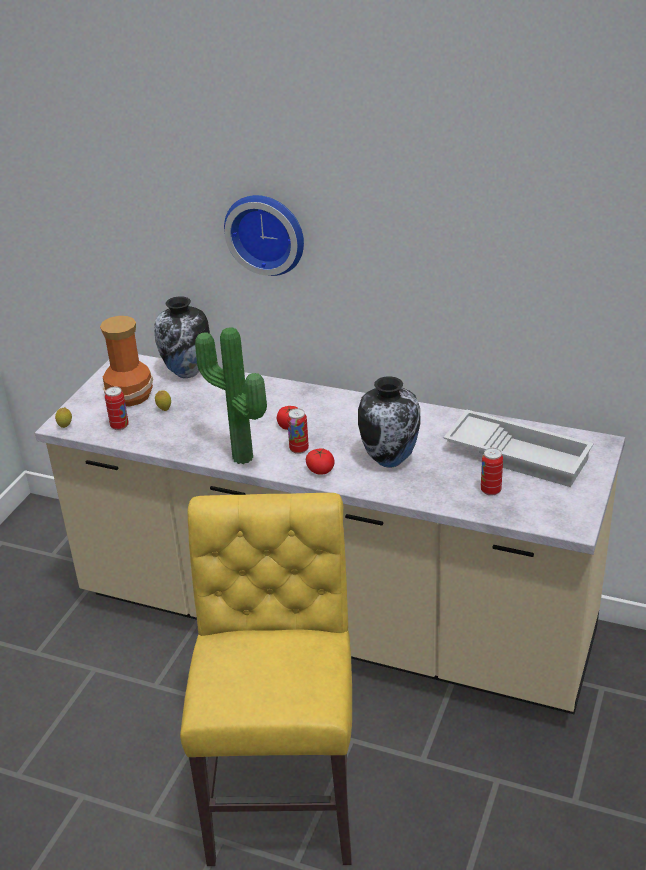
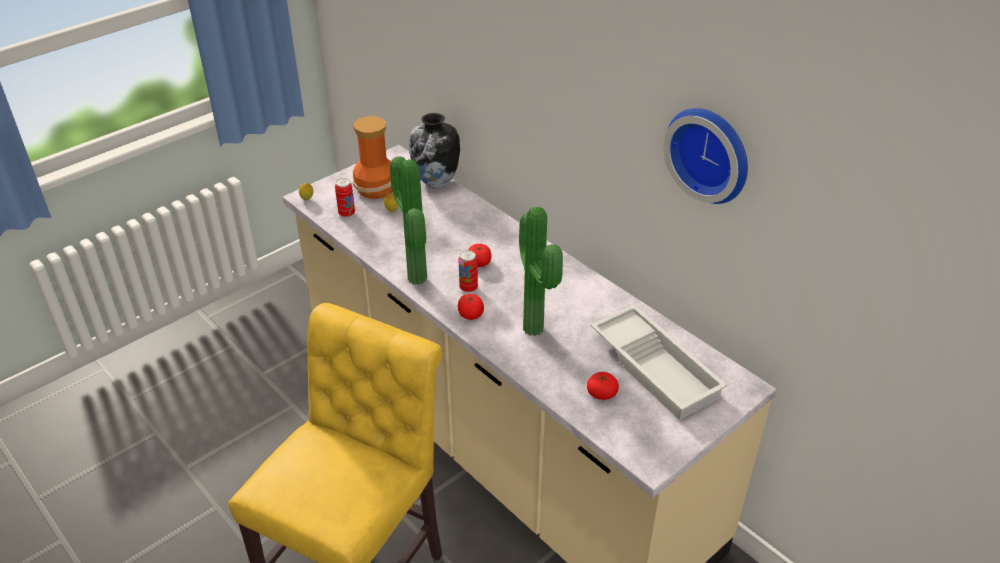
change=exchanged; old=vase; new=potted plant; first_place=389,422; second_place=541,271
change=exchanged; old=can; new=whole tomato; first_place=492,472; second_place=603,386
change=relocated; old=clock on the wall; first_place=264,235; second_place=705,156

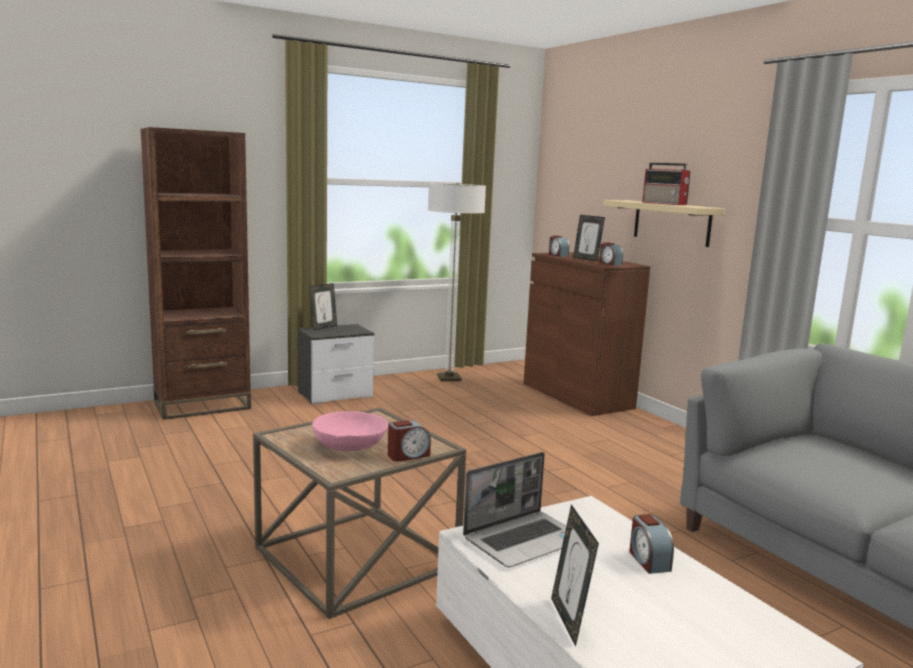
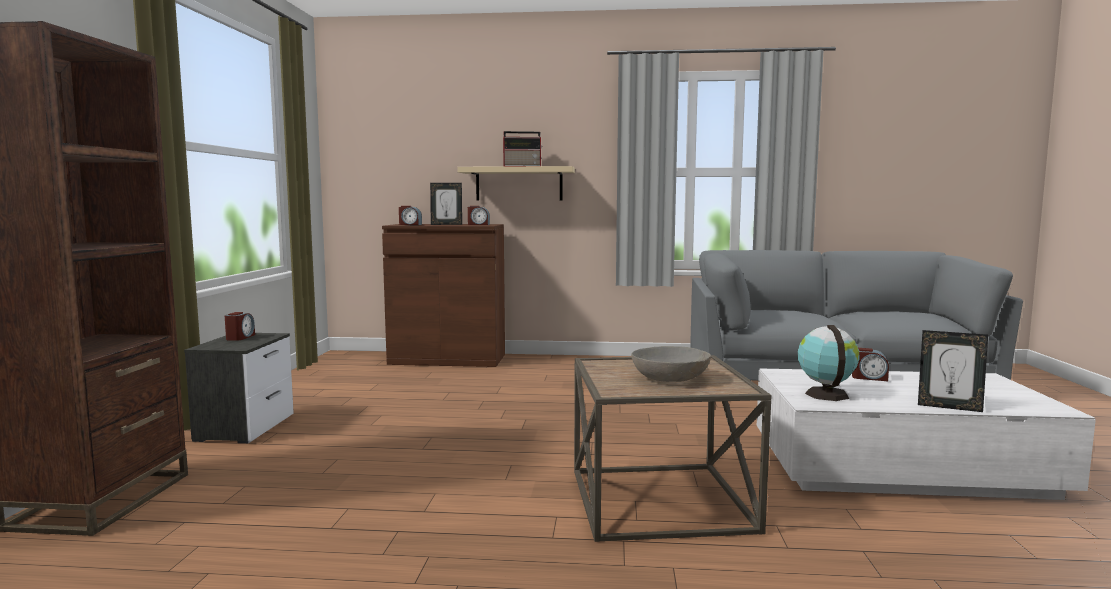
change=relocated; old=alarm clock; first_place=409,441; second_place=240,326
change=colour; old=bowl in pink-coloured; new=bowl in gray; first_place=350,431; second_place=671,364
change=exchanged; old=laptop; new=world globe; first_place=514,510; second_place=828,363
change=missing; old=picture frame; first_place=323,307
change=missing; old=standing lamp; first_place=457,282

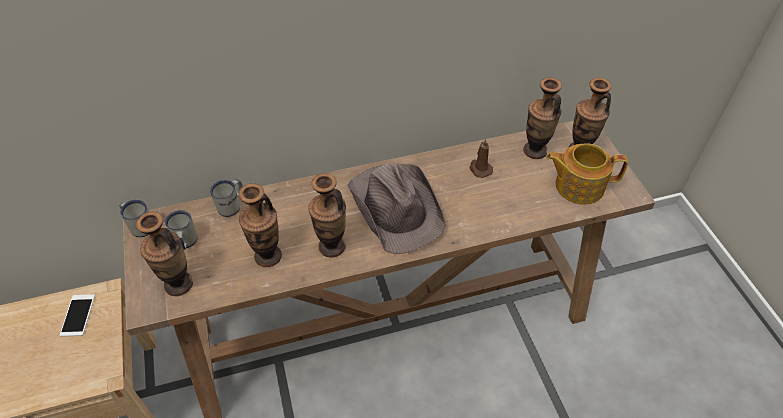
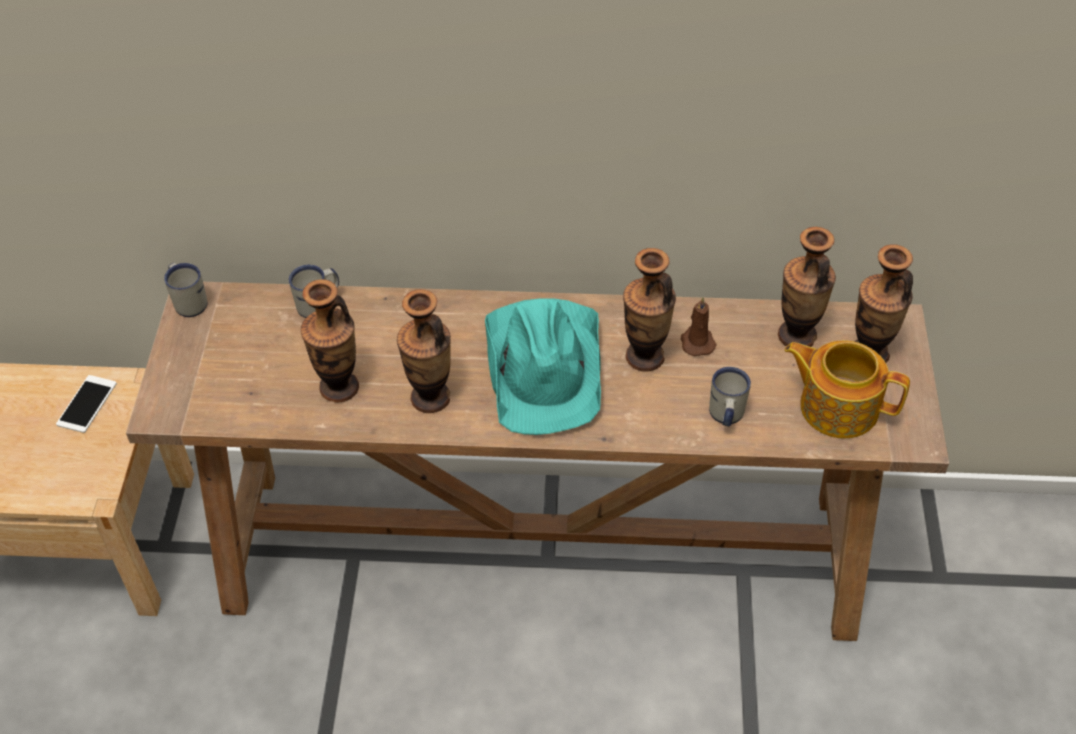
change=colour; old=hat in brownish; new=hat in turquoise-coloured; first_place=397,208; second_place=543,366
change=relocated; old=vase; first_place=164,254; second_place=649,310
change=relocated; old=mug in whitish; first_place=181,230; second_place=730,396

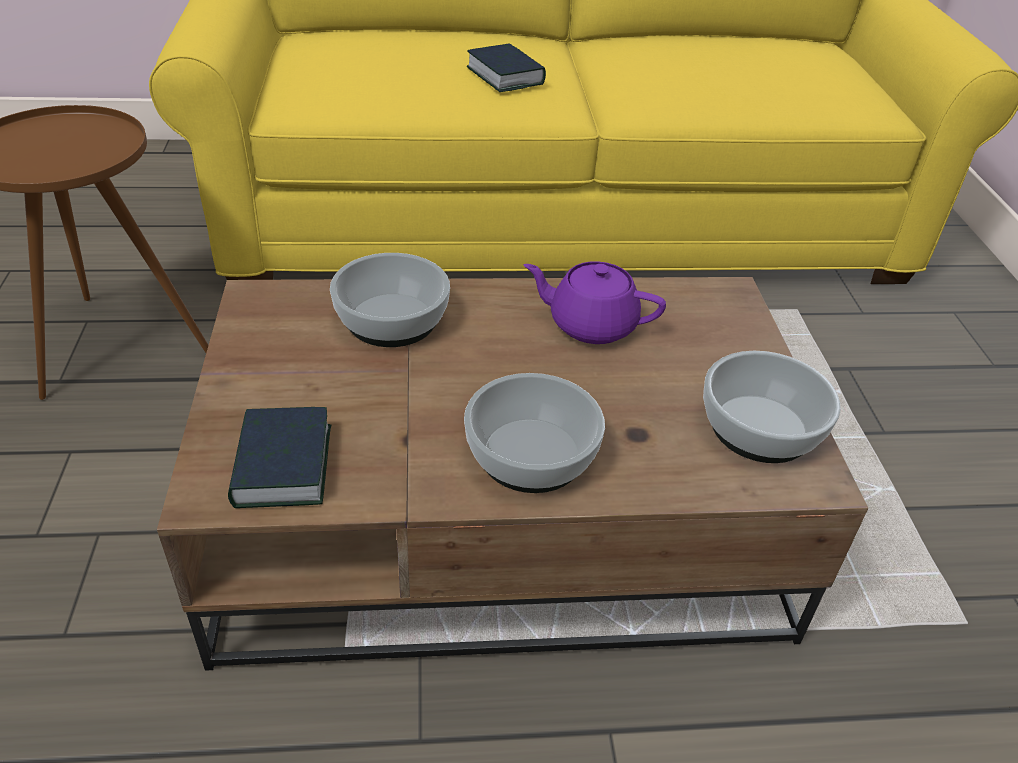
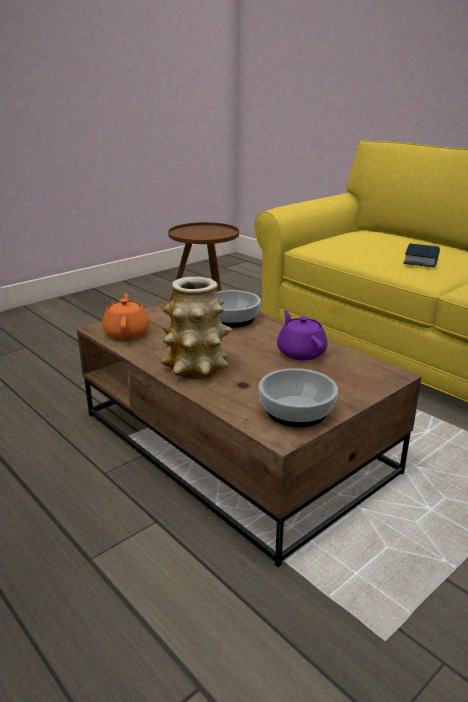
change=exchanged; old=volume; new=tea pot in orange-coloured; first_place=279,457; second_place=125,316
change=exchanged; old=bowl; new=vase; first_place=534,433; second_place=196,328

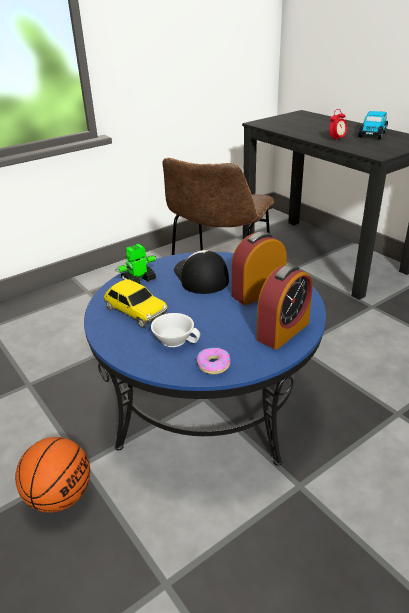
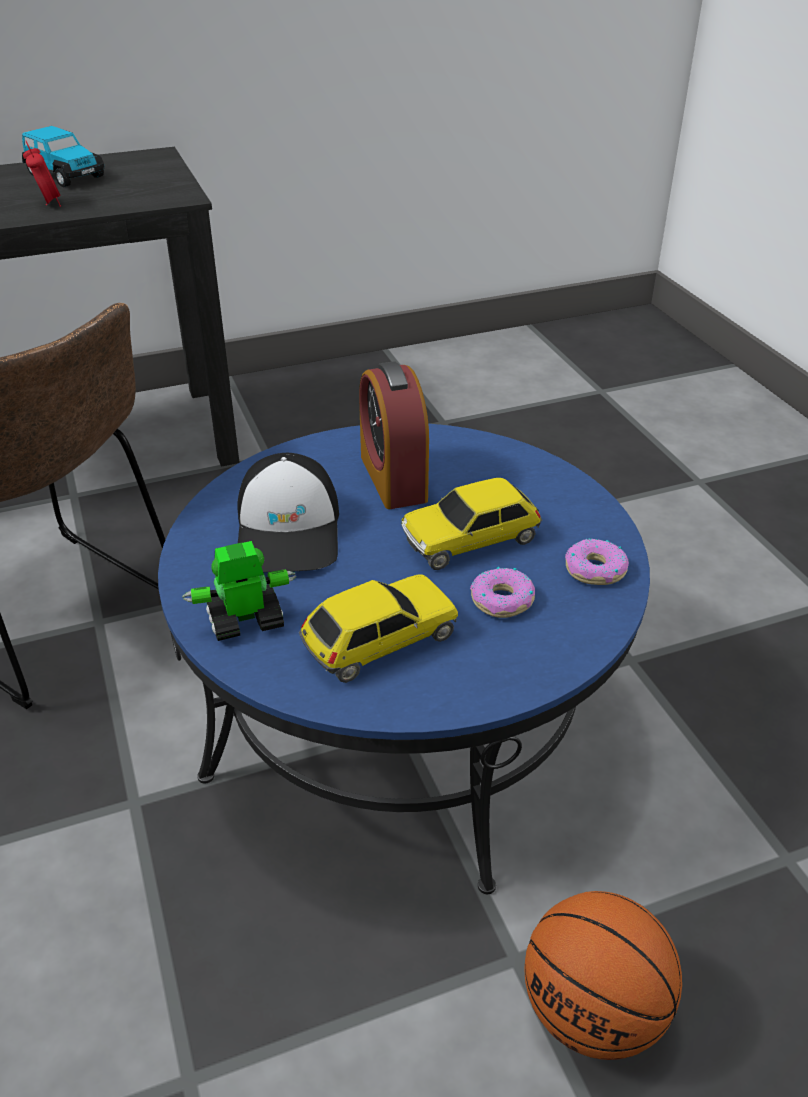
change=spun; old=robot figure; first_place=136,264; second_place=239,591; degrees=90
change=spun; old=cap; first_place=201,272; second_place=288,512; degrees=-90
change=appeared; new=miniature car; second_place=472,524
change=exchanged; old=drinking cup in whitish; new=doughnut; first_place=175,330; second_place=502,592
change=missing; old=alarm clock; first_place=284,307

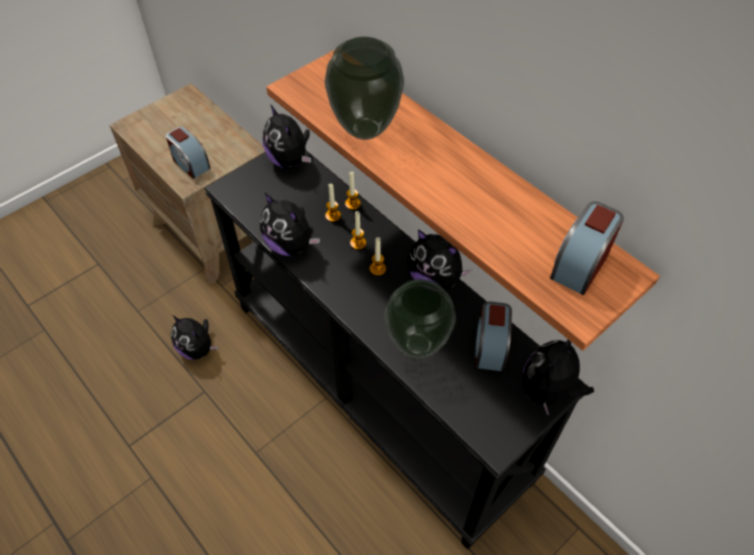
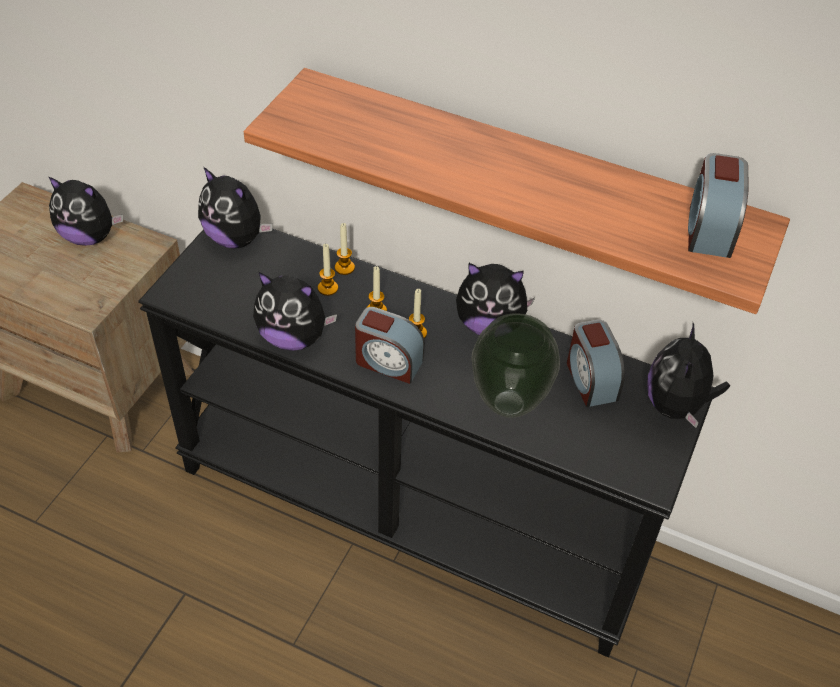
change=relocated; old=plush toy; first_place=195,337; second_place=85,211
change=relocated; old=alarm clock; first_place=188,152; second_place=389,345
change=missing; old=vase; first_place=364,88

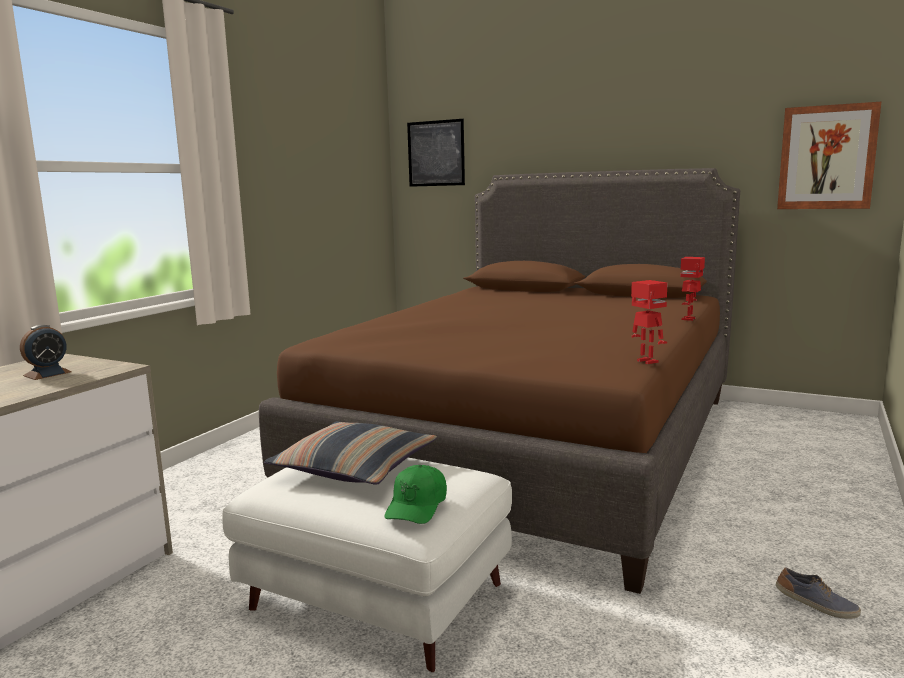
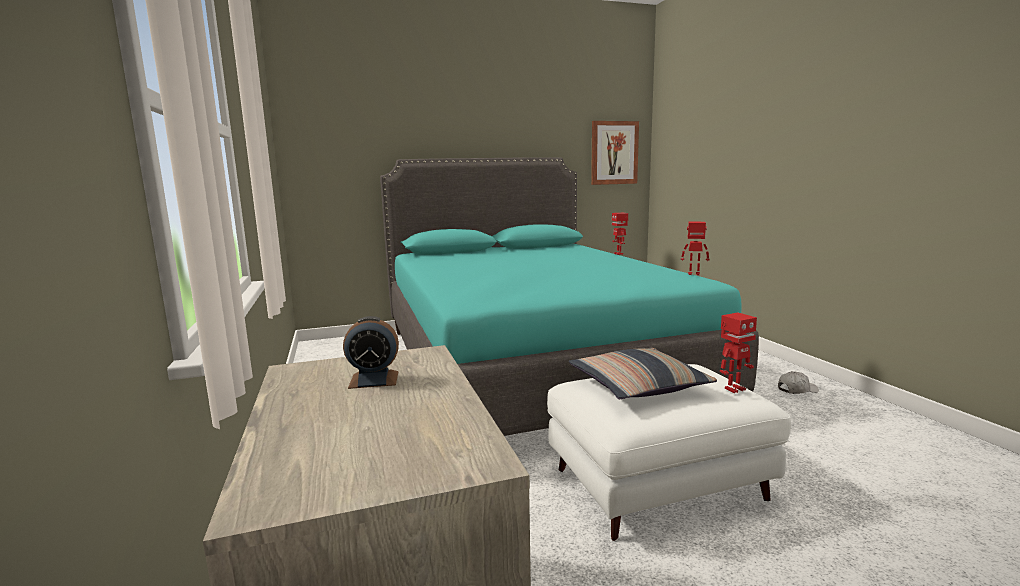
change=spun; old=alarm clock; first_place=46,352; second_place=371,352; degrees=90
change=colour; old=bedroom bed in brownish; new=bedroom bed in turquoise-coloured; first_place=499,381; second_place=569,296
change=exchanged; old=cap in greenish; new=robot figure; first_place=415,494; second_place=738,353
change=exchanged; old=low shoe; new=cap in whitish; first_place=818,593; second_place=798,382
change=missing; old=wall picture; first_place=436,153

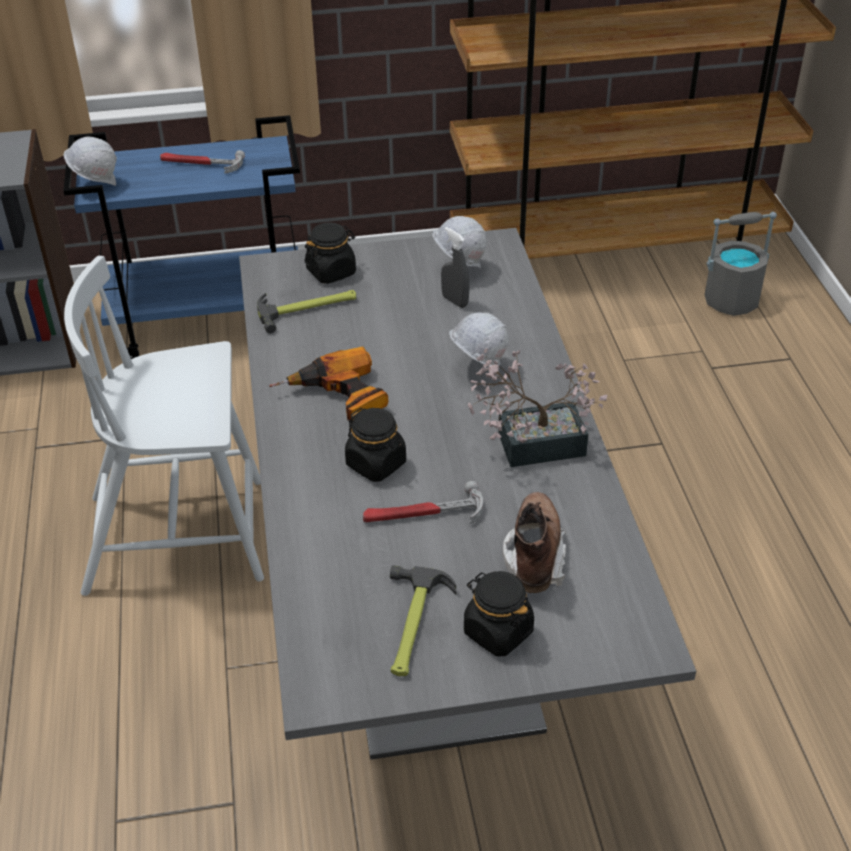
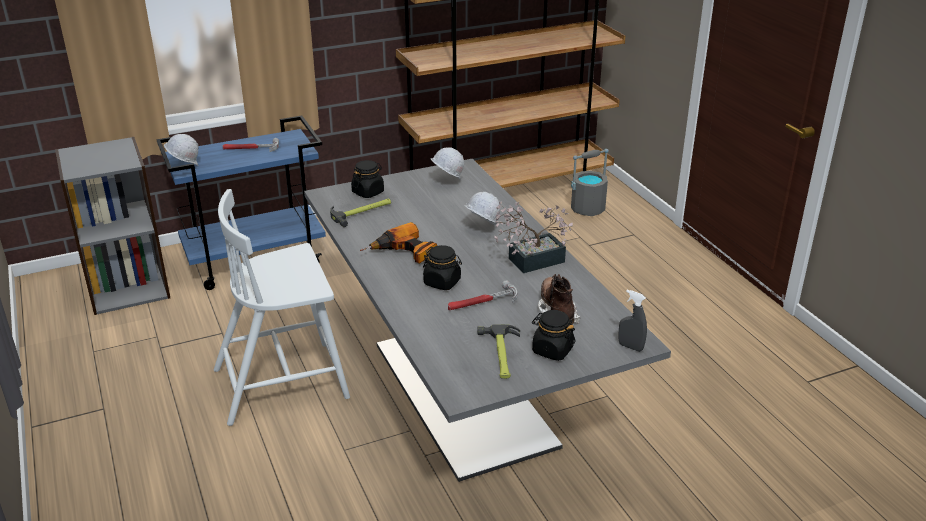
change=relocated; old=hand sprayer in gray; first_place=455,267; second_place=632,321

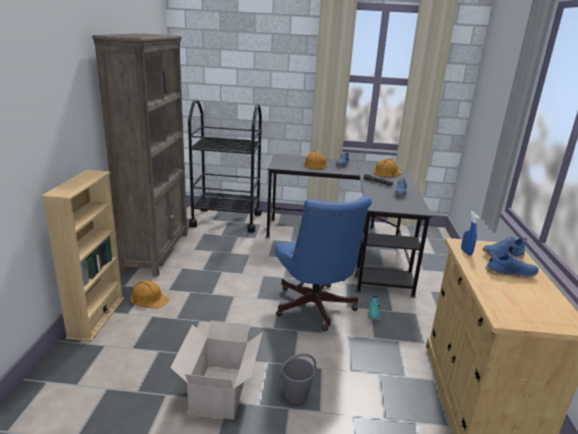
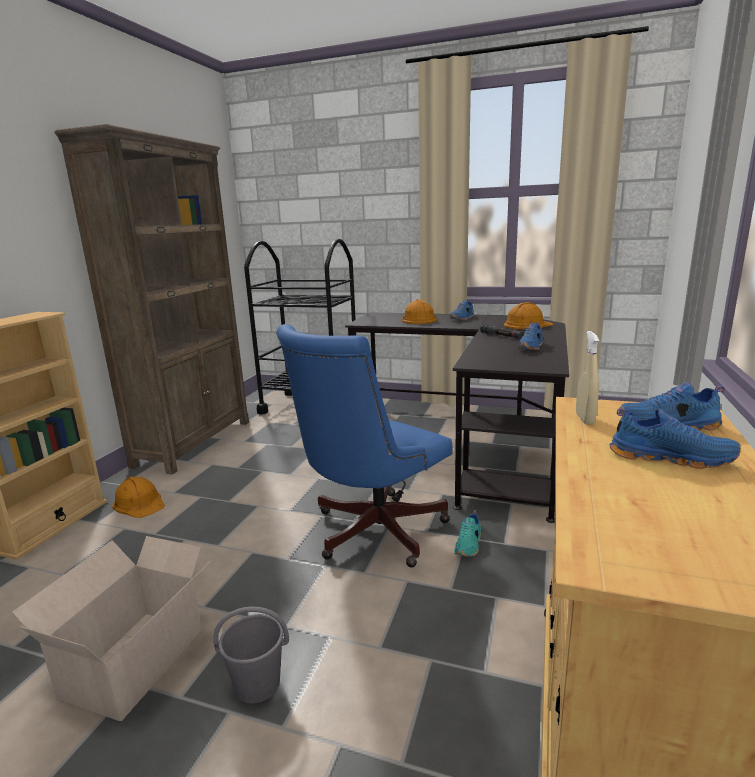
change=spun; old=computer chair in bluish; first_place=323,263; second_place=364,446; degrees=45
change=colour; old=hand sprayer in bluish; new=hand sprayer in beige-coloured; first_place=470,233; second_place=587,378

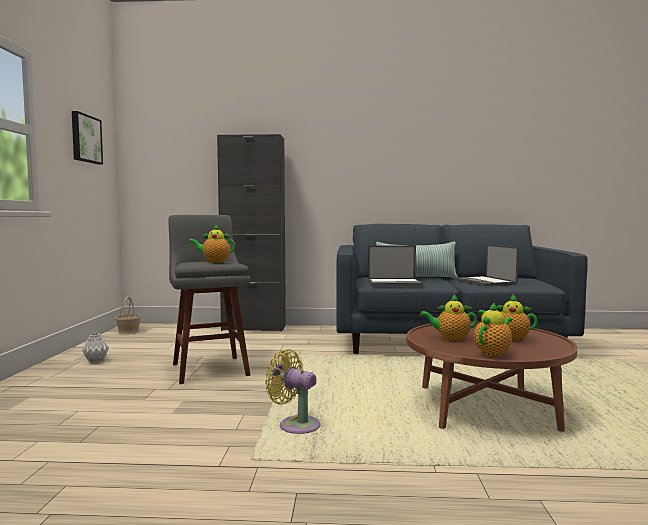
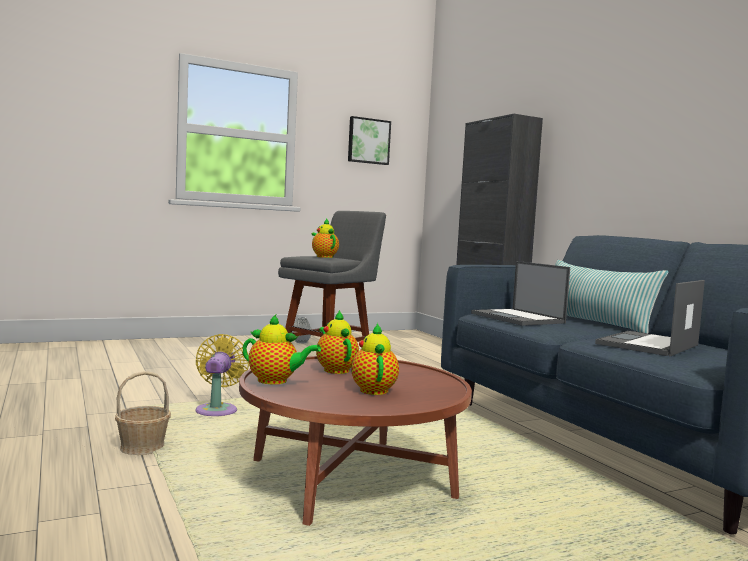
change=relocated; old=basket; first_place=128,315; second_place=143,413

